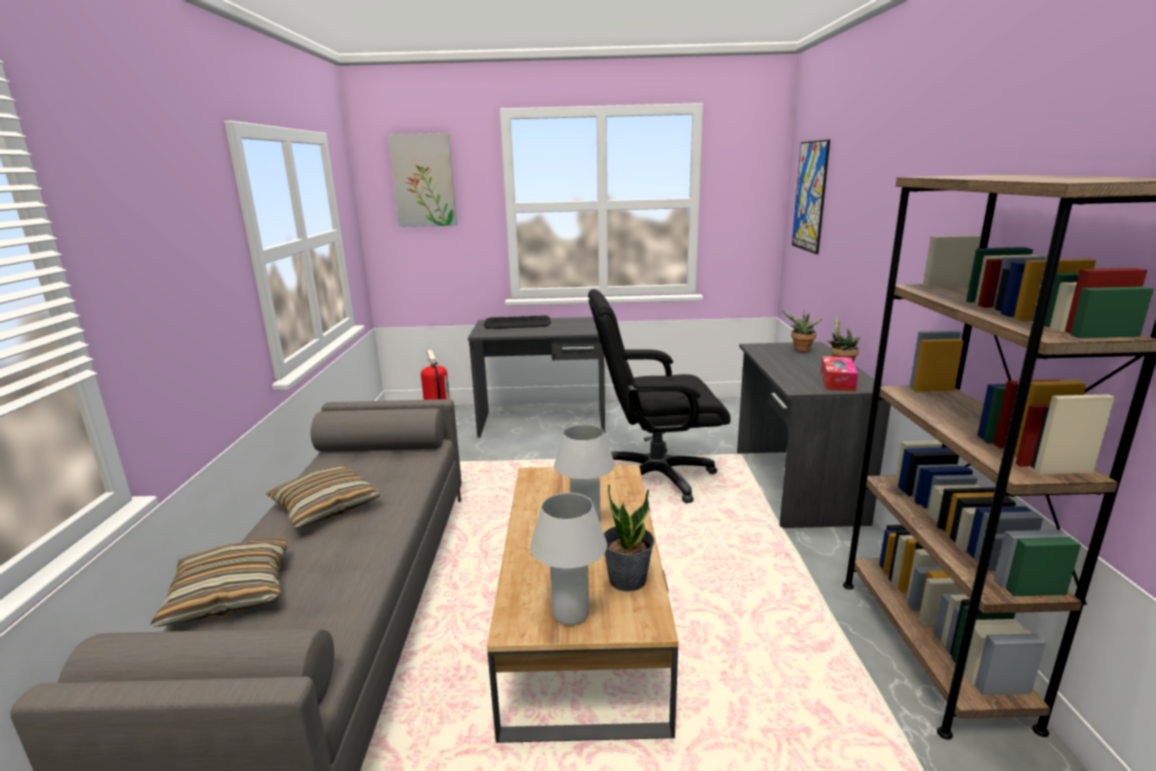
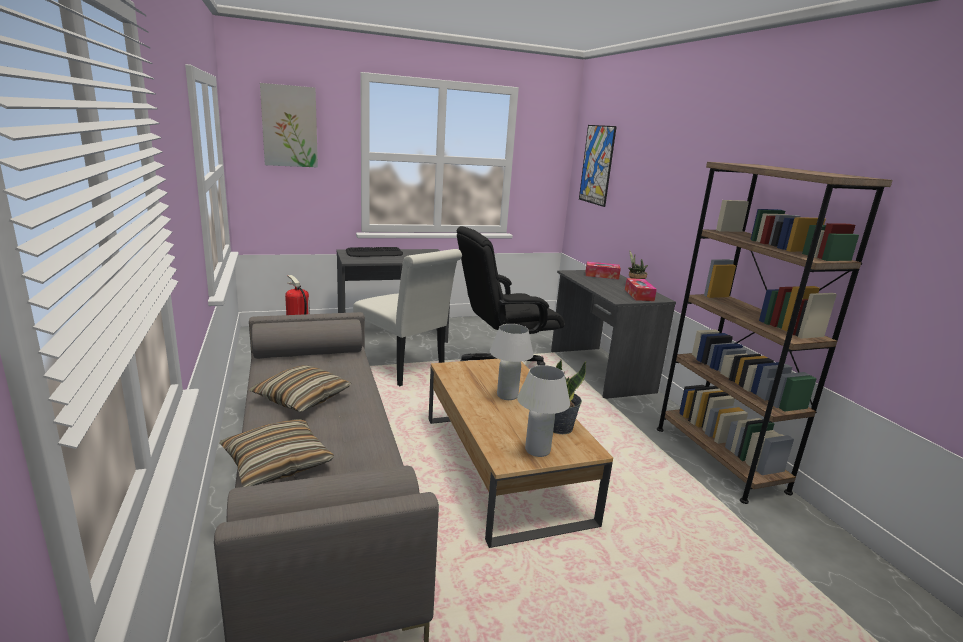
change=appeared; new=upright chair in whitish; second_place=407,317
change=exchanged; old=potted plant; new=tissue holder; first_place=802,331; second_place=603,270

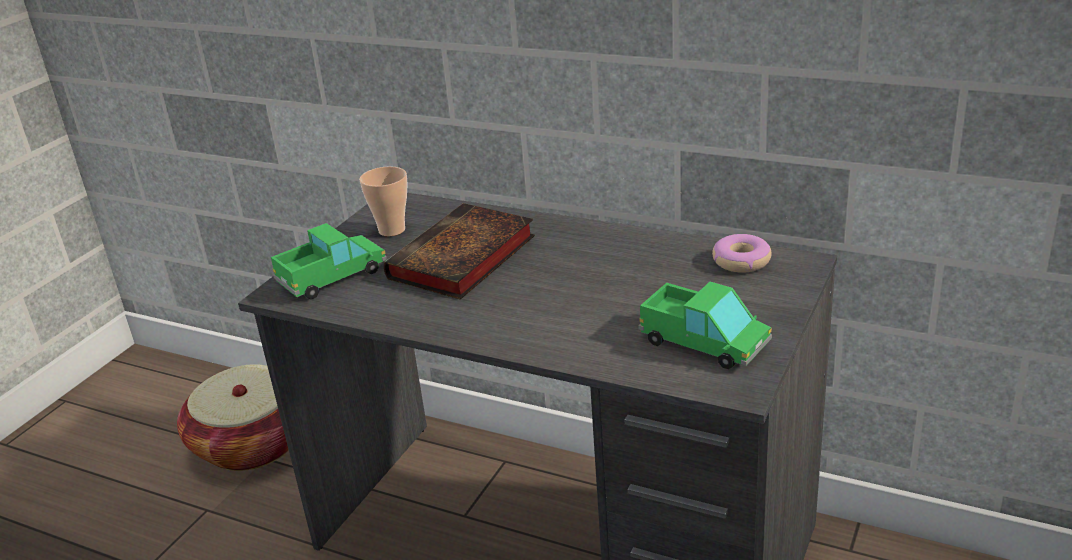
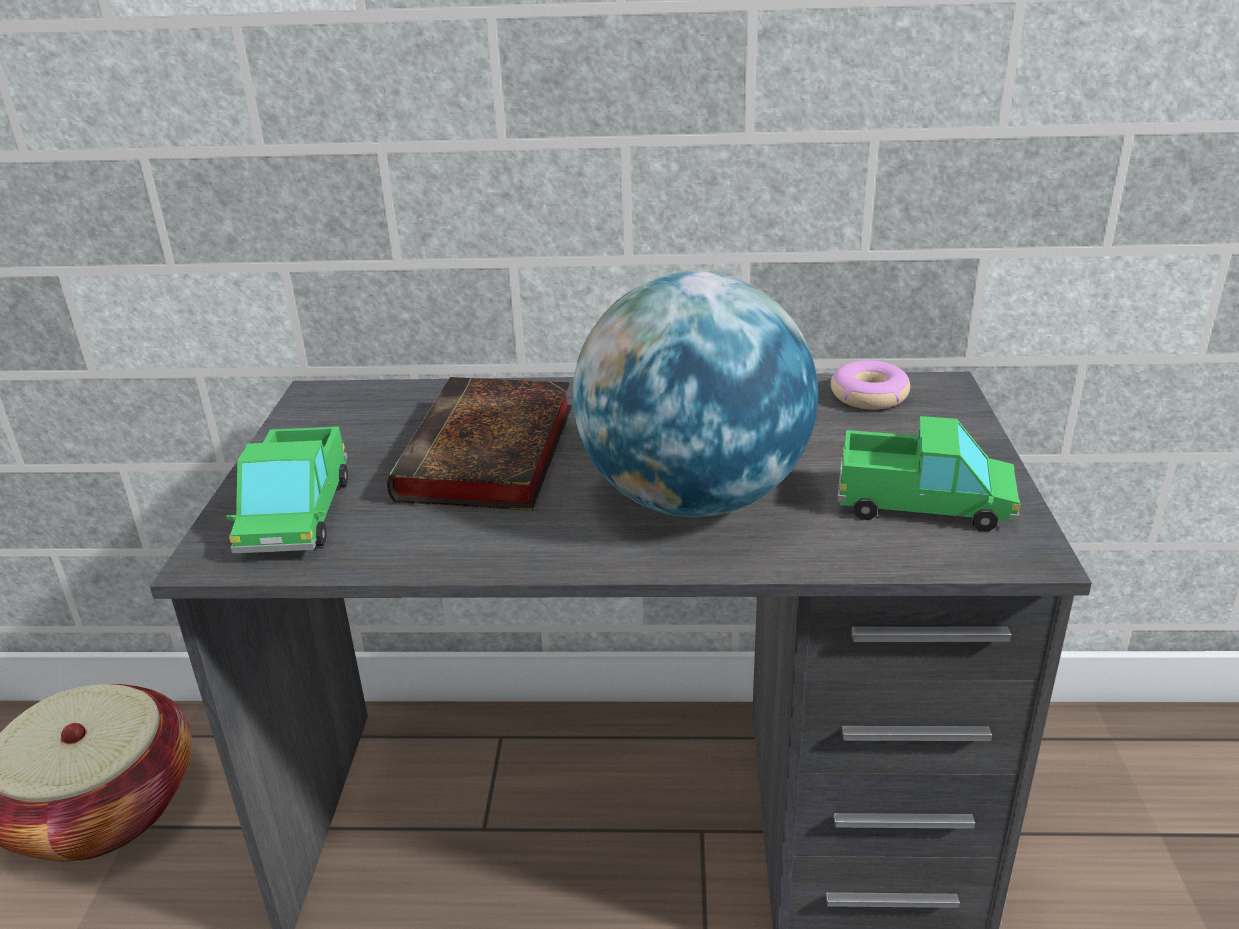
change=spun; old=toy truck; first_place=329,261; second_place=287,489; degrees=150
change=appeared; new=world globe; second_place=695,394
change=missing; old=drinking cup; first_place=383,201

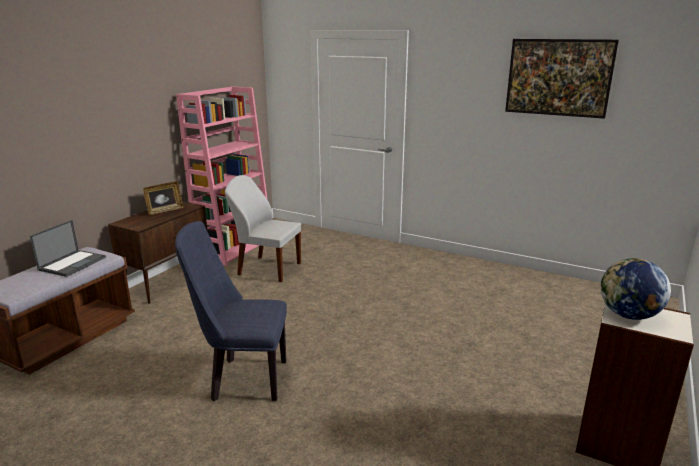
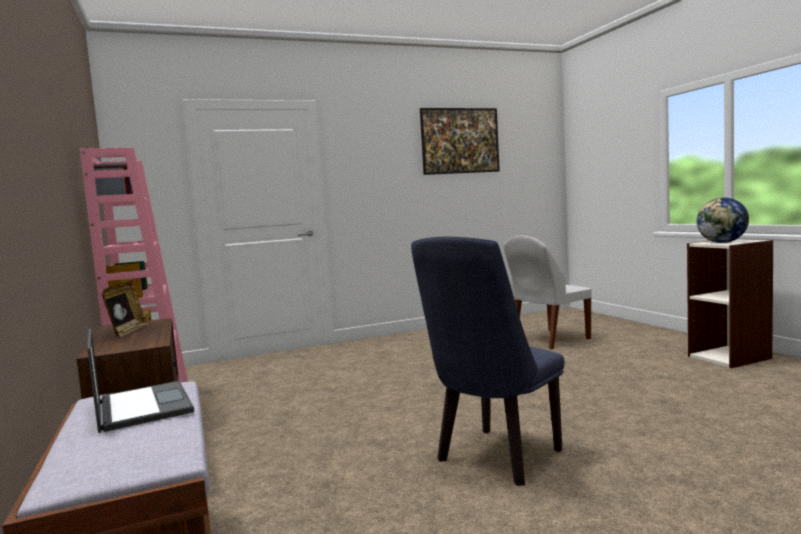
change=relocated; old=upright chair in whitish; first_place=263,228; second_place=547,292

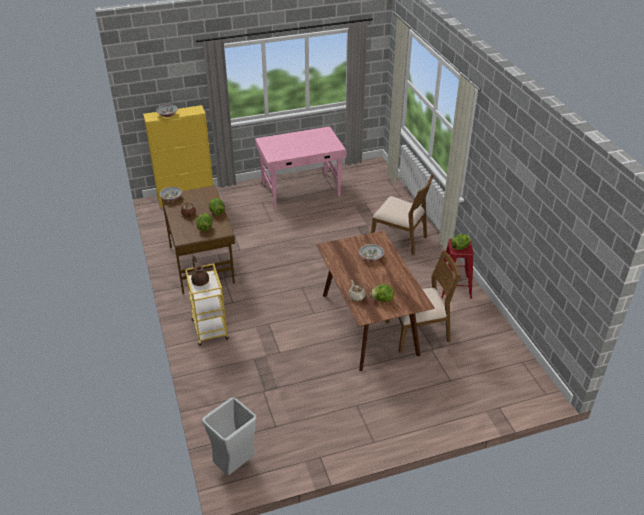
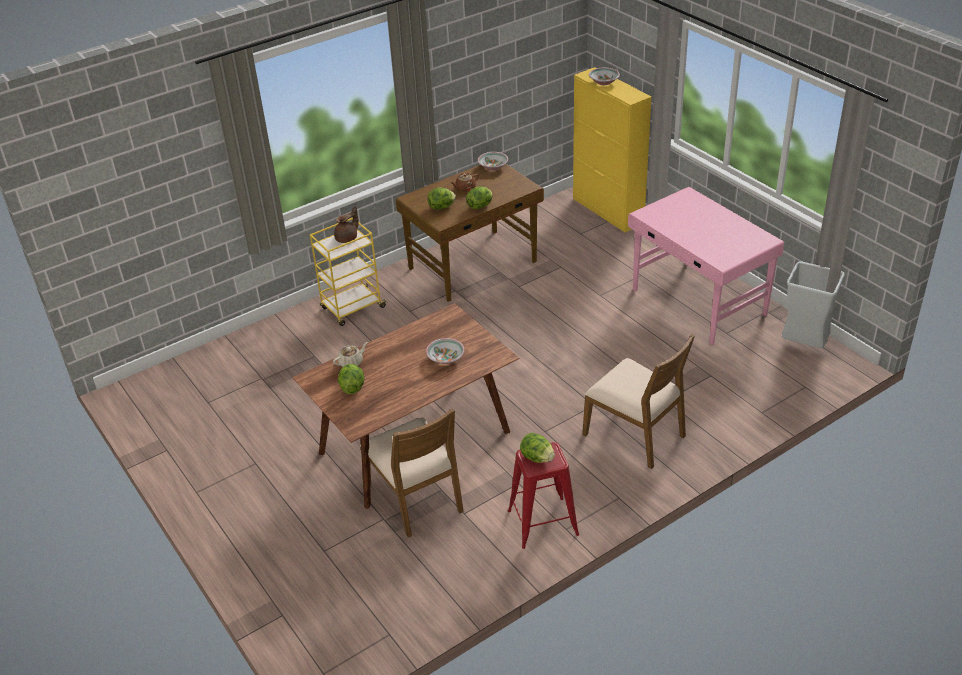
change=spun; old=upright chair in brownish; first_place=402,215; second_place=638,401; degrees=-60
change=relocated; old=trash can in gray; first_place=229,436; second_place=813,304

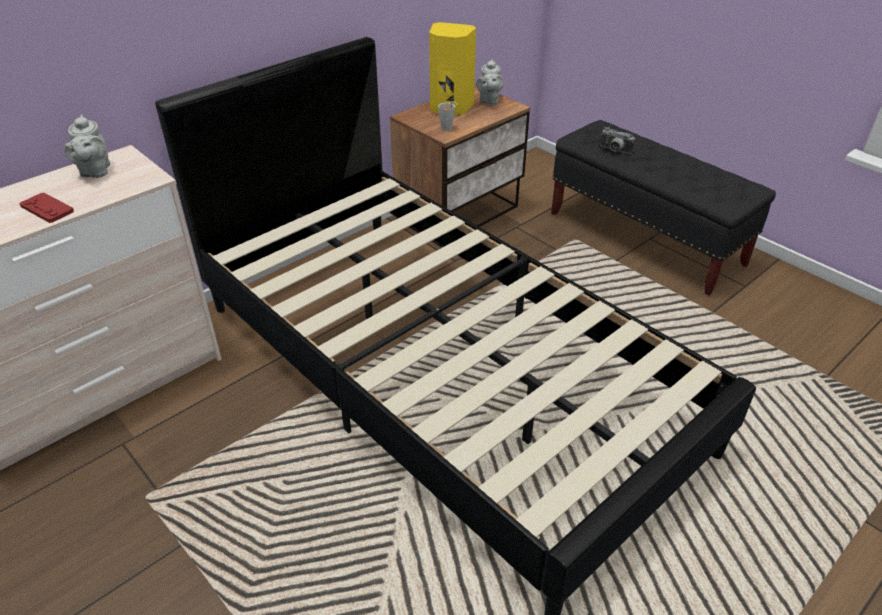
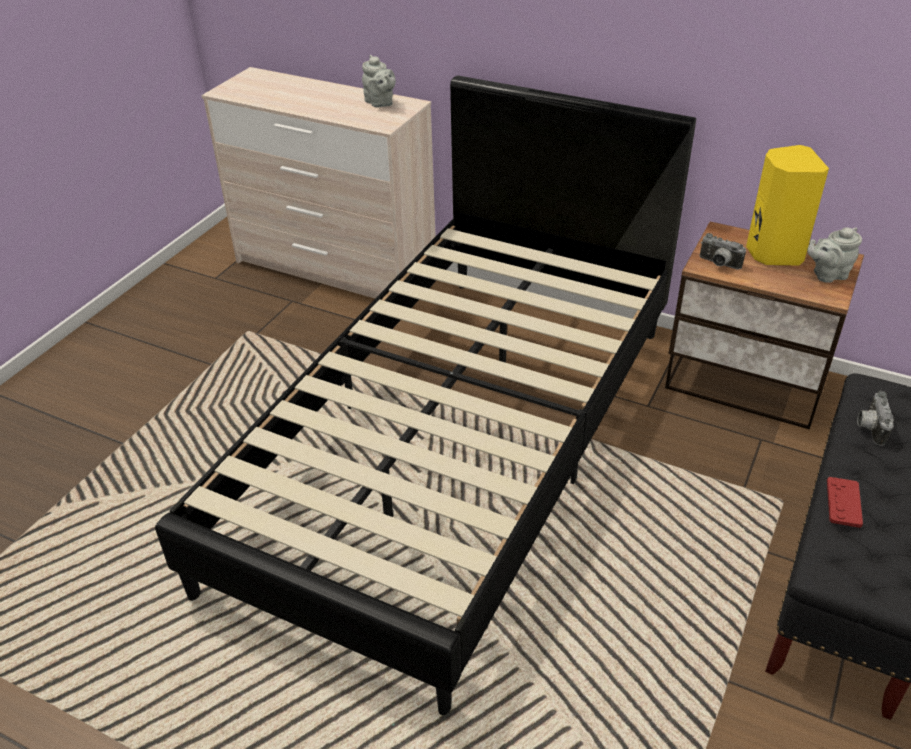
change=spun; old=tea pot in gray; first_place=87,146; second_place=379,81; degrees=-90
change=exchanged; old=drinking cup in gray; new=still camera; first_place=448,116; second_place=723,251
change=relocated; old=game controller in reddish; first_place=47,208; second_place=845,502

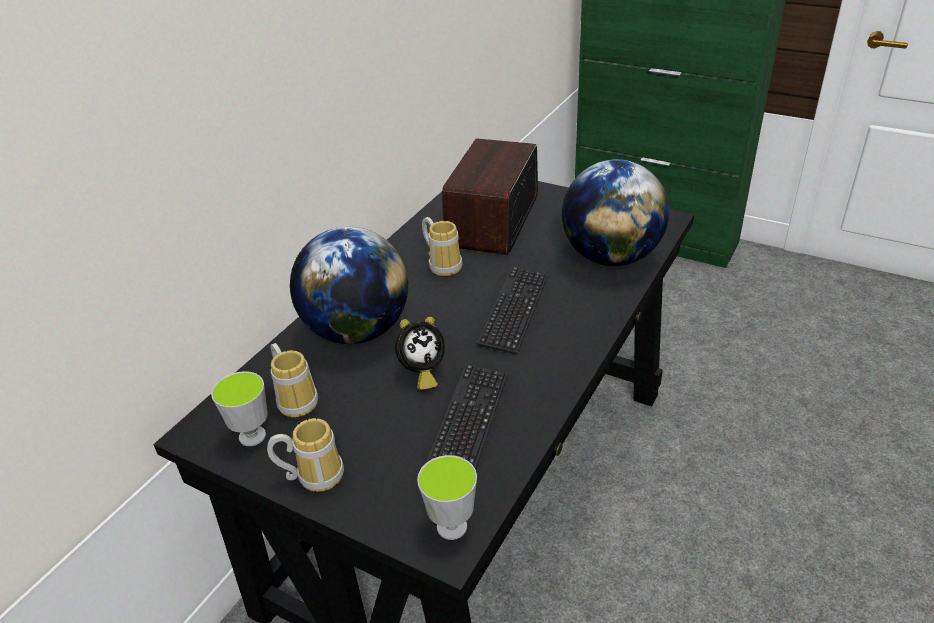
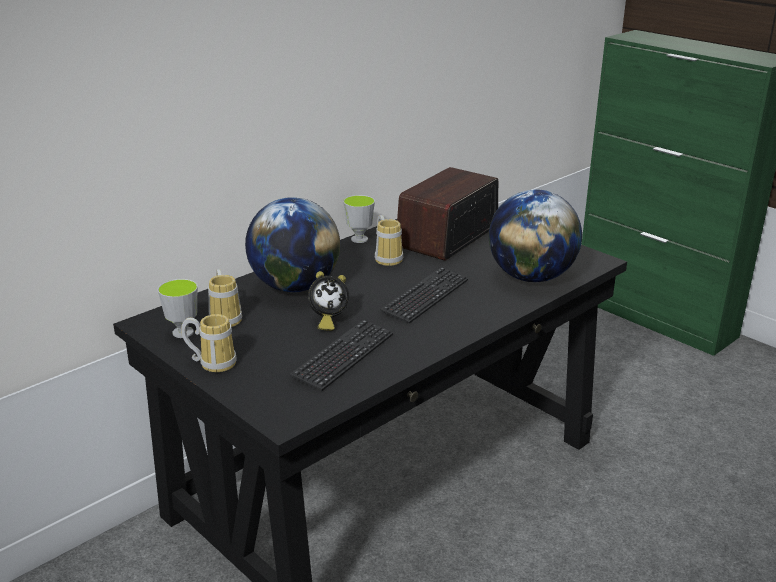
change=relocated; old=drinking cup; first_place=447,497; second_place=359,219

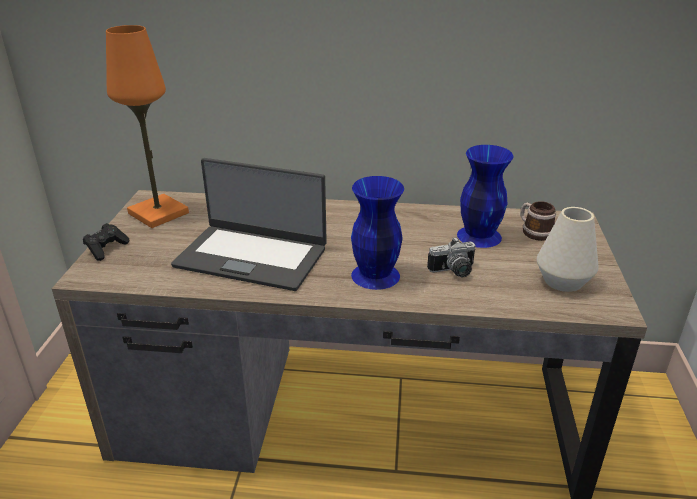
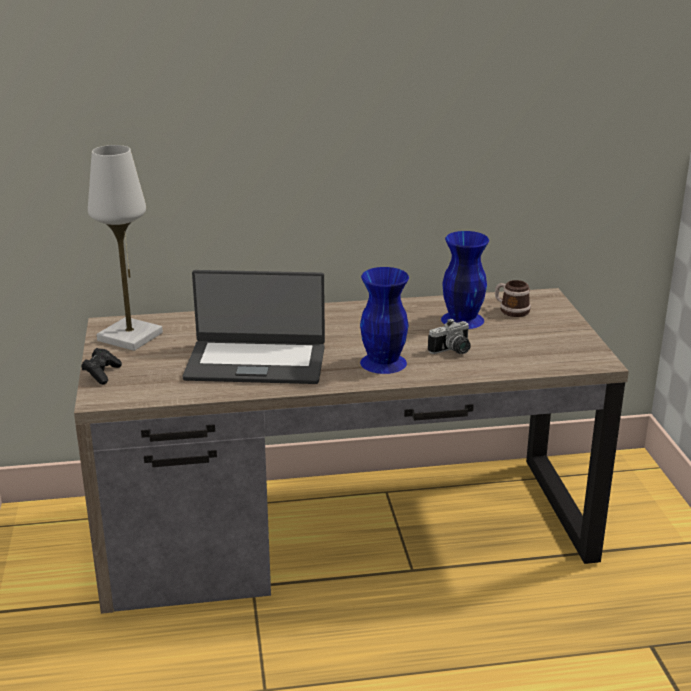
change=colour; old=tabletop lamp in orange-coloured; new=tabletop lamp in whitish; first_place=147,126; second_place=125,248
change=missing; old=vase in whitish; first_place=568,249

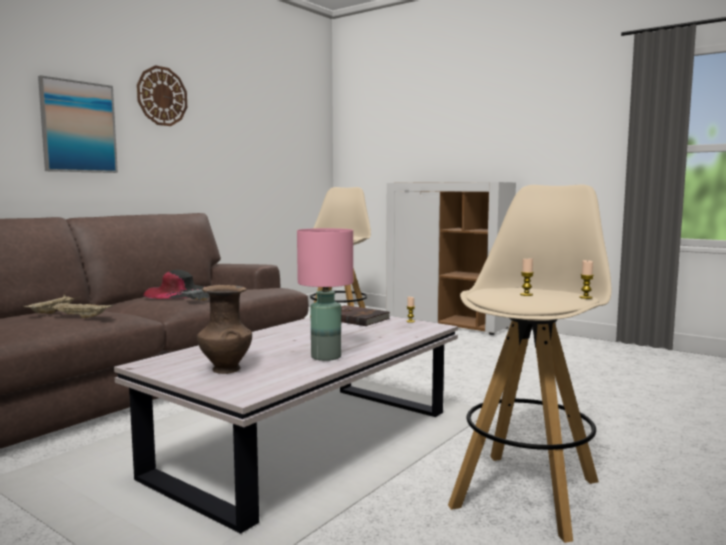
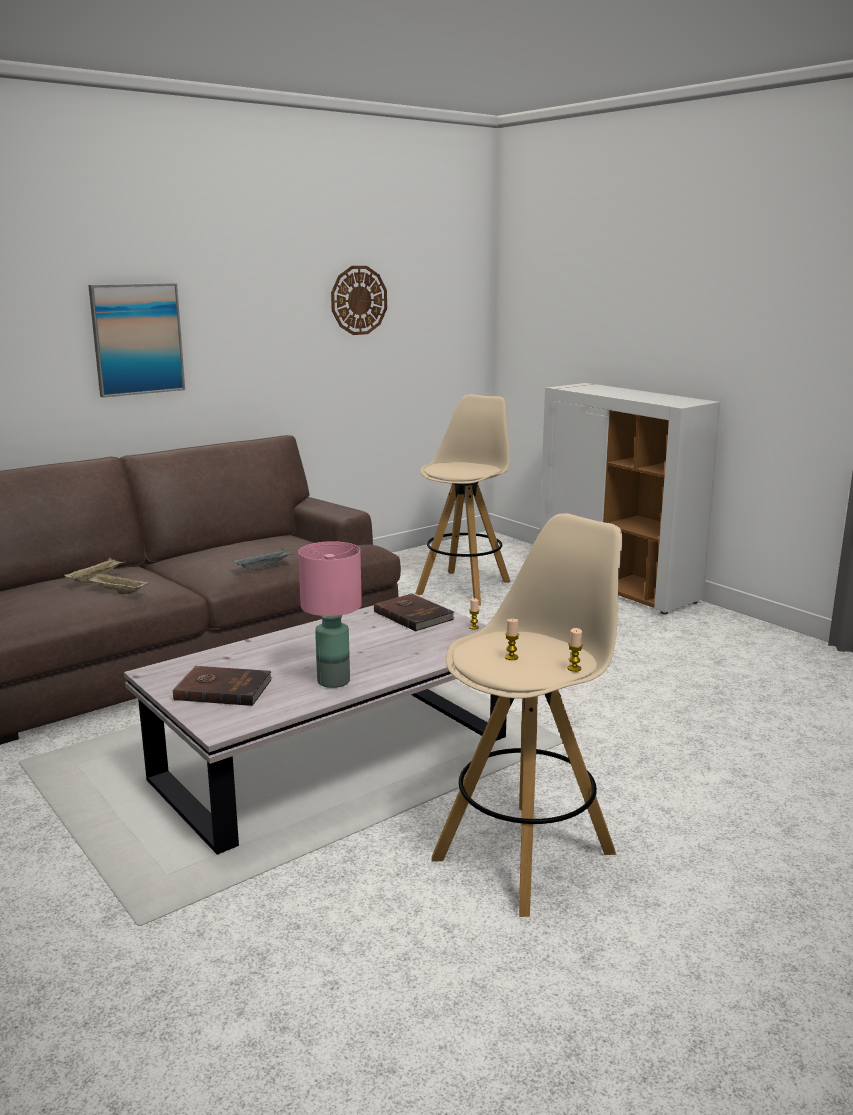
change=exchanged; old=vase in brownish; new=volume in brownish; first_place=224,329; second_place=222,686
change=relocated; old=clock on the wall; first_place=162,95; second_place=359,300
change=missing; old=hat in black-coloured; first_place=173,284

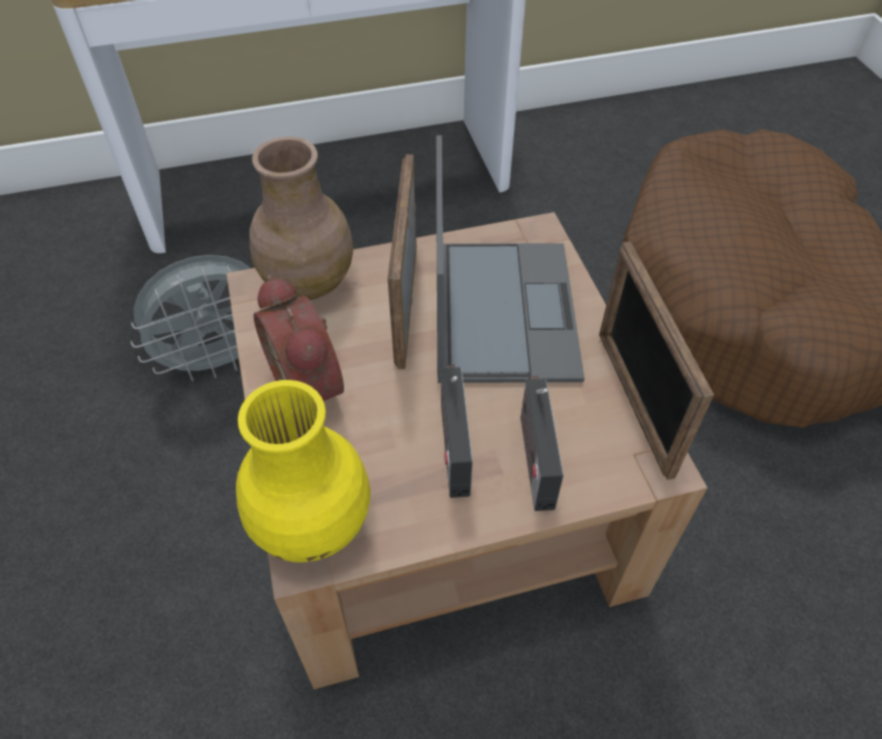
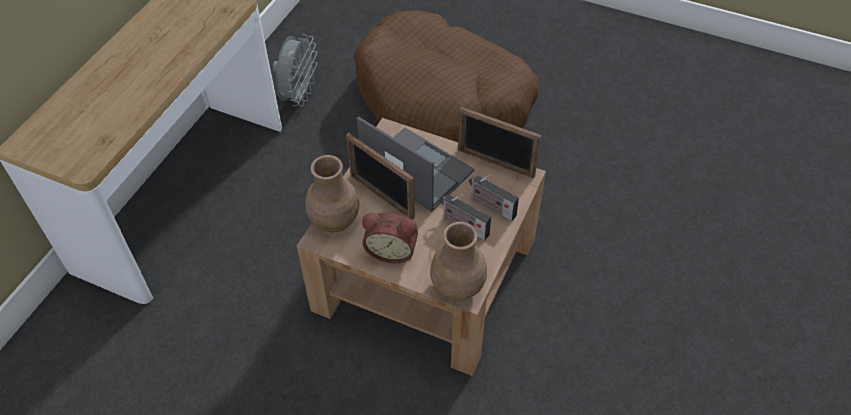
change=relocated; old=electric fan in gray; first_place=190,318; second_place=294,70
change=colour; old=vase in yellowish; new=vase in brownish; first_place=303,471; second_place=458,261

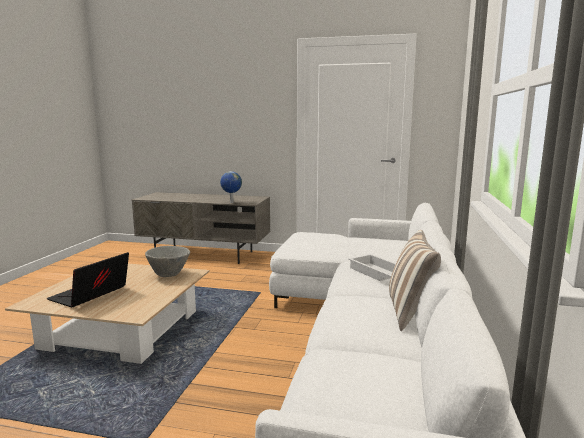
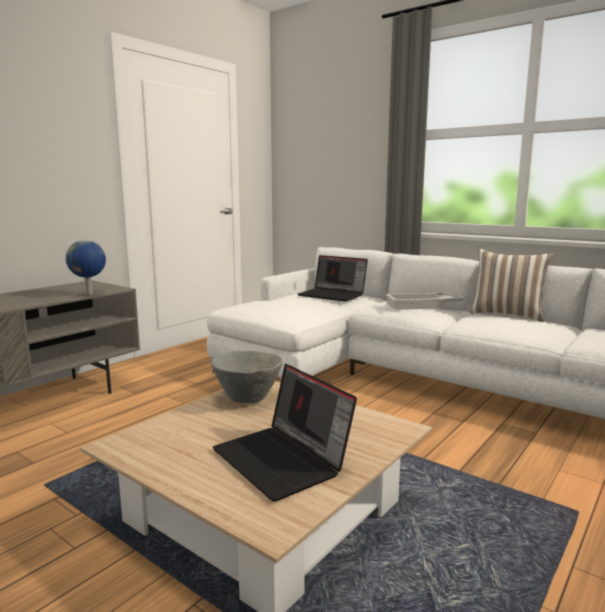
change=appeared; new=laptop; second_place=333,278

